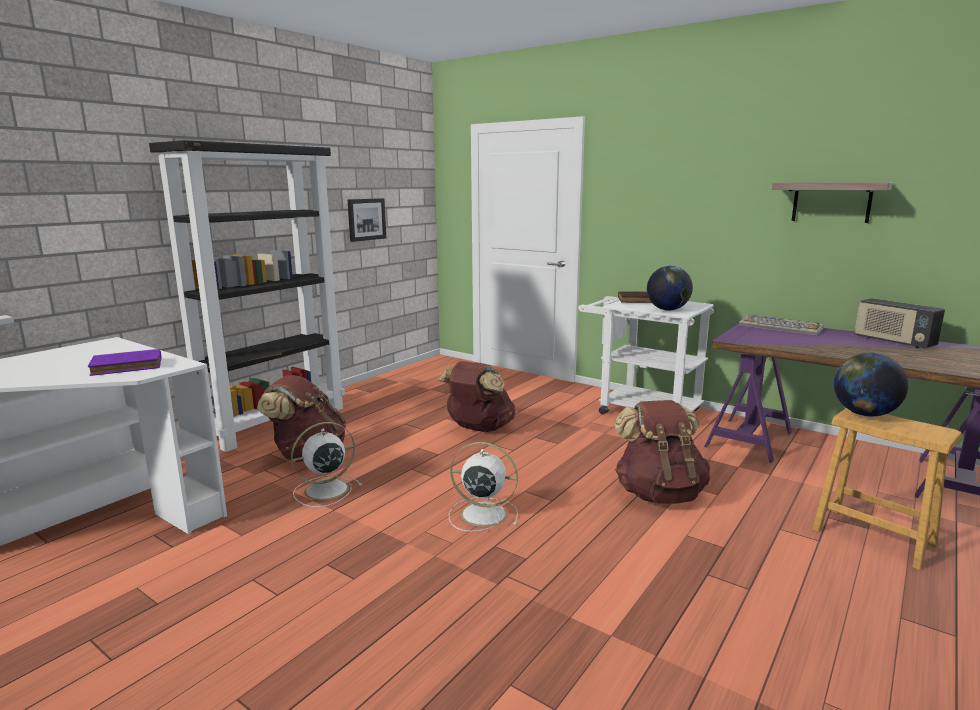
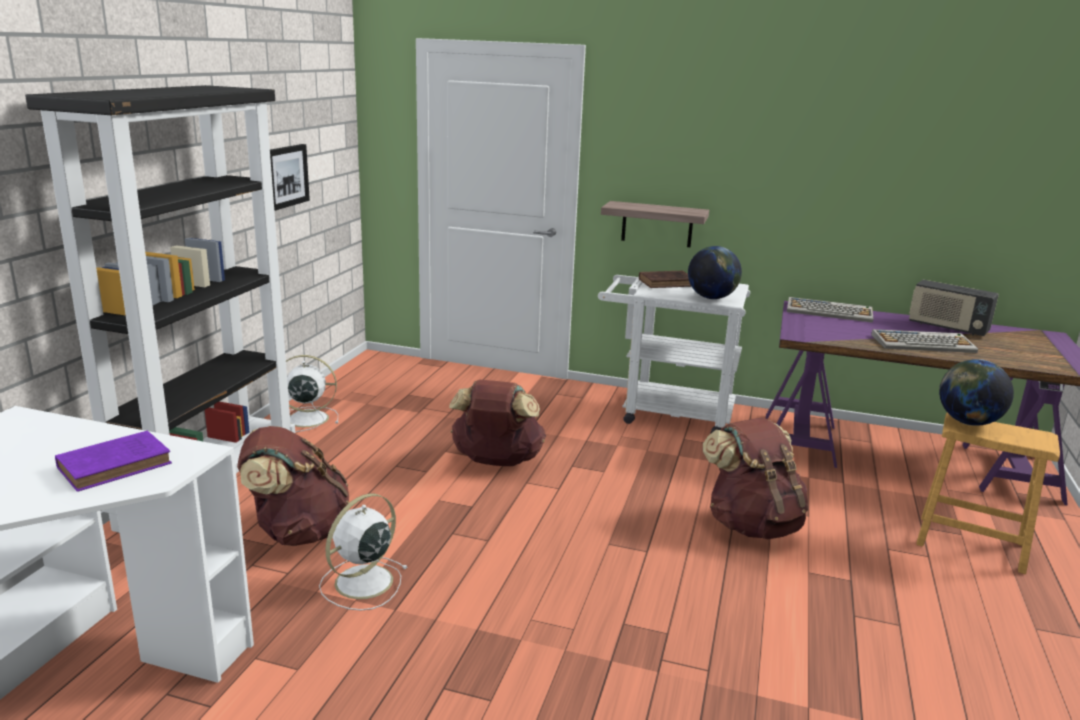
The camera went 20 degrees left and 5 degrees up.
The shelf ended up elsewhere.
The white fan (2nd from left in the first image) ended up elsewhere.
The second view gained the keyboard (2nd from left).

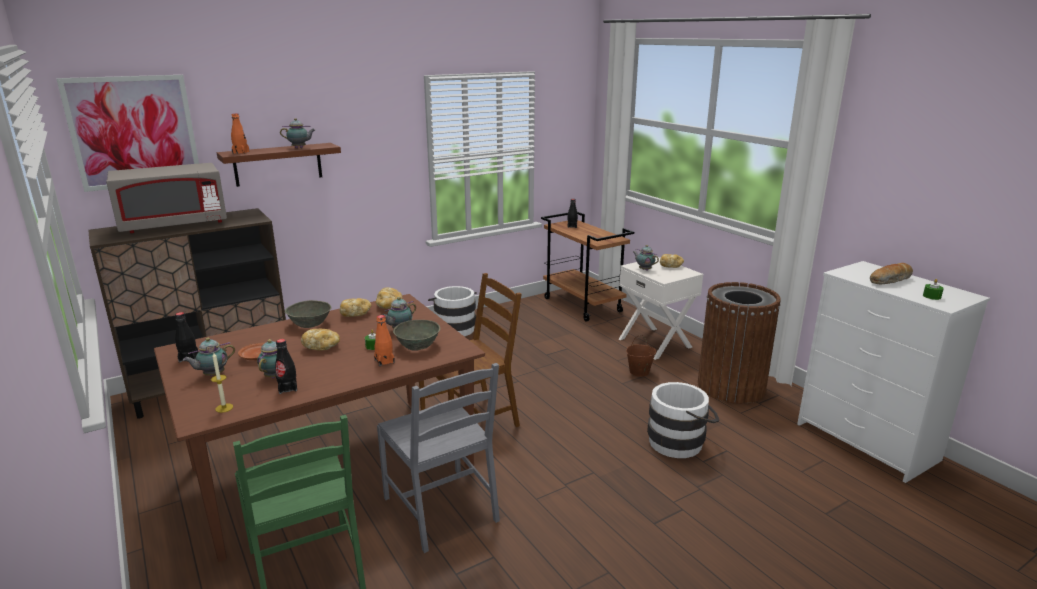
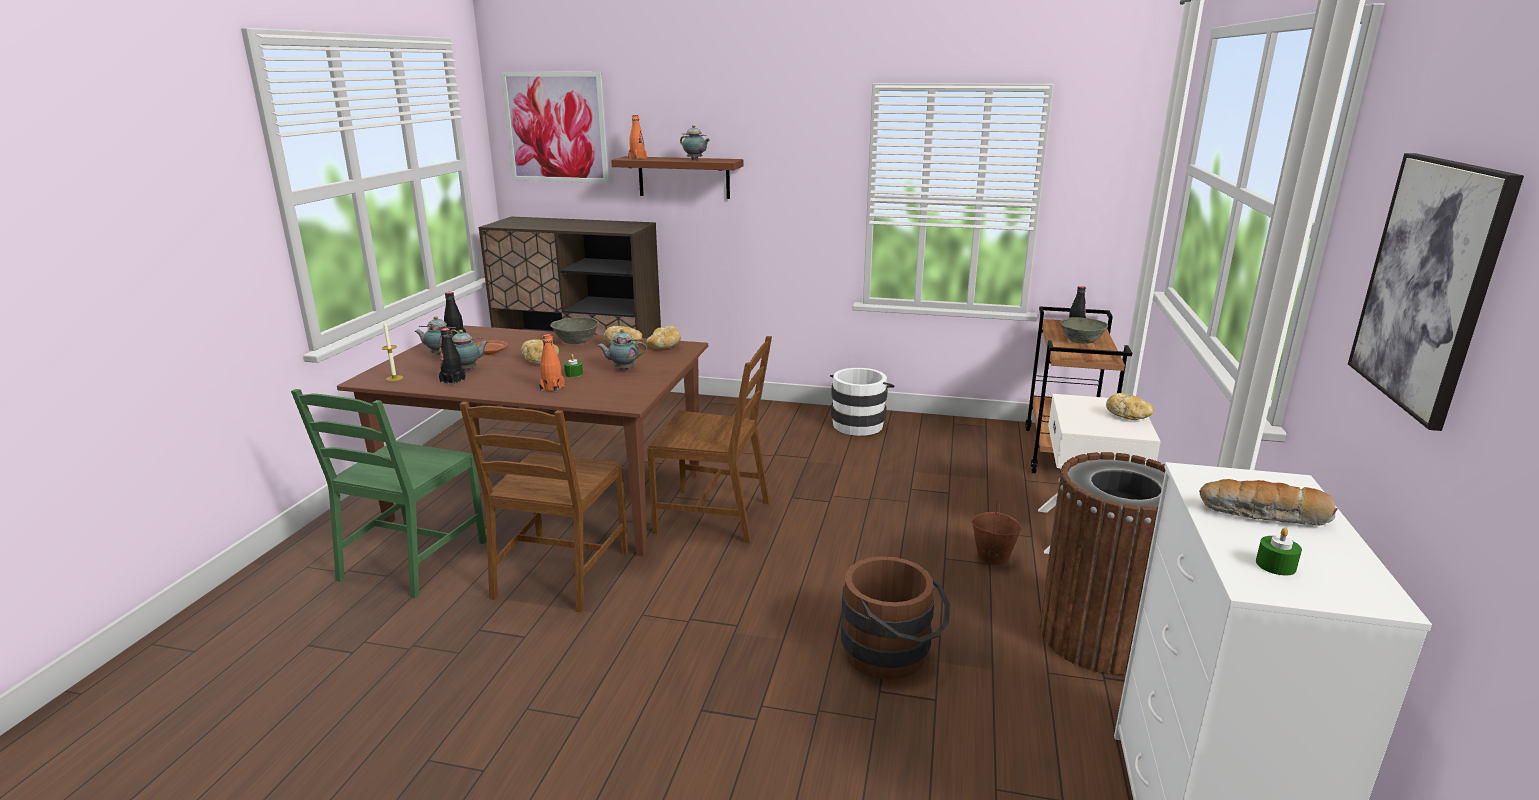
The camera went 45 degrees right and 0 degrees up.
The second view lost the grey microwave.
The second view lost the teapot (5th from left).
The grey bowl (2nd from left) ended up elsewhere.
What was the grey chair turned into the brown chair (1st from left).
What was the white bucket (2nd from left) turned into the brown bucket (1st from left).
The second view gained the picture (2nd from left).

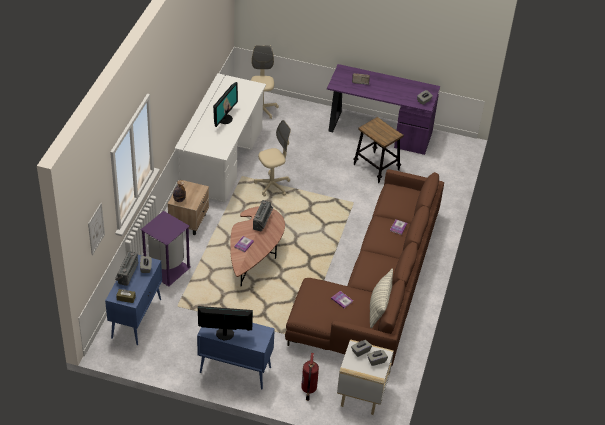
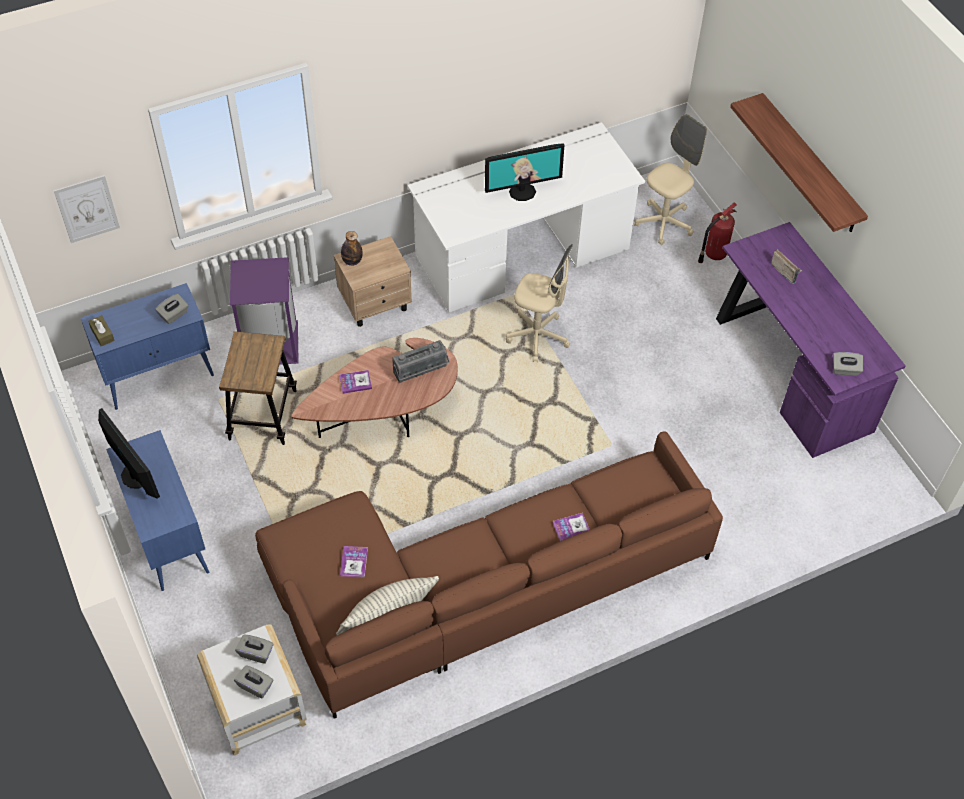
The camera went 50 degrees right and 10 degrees up.
The stool ended up elsewhere.
The second view lost the radio (1st from left).
The fire extinguisher ended up elsewhere.
The second view gained the shelf.

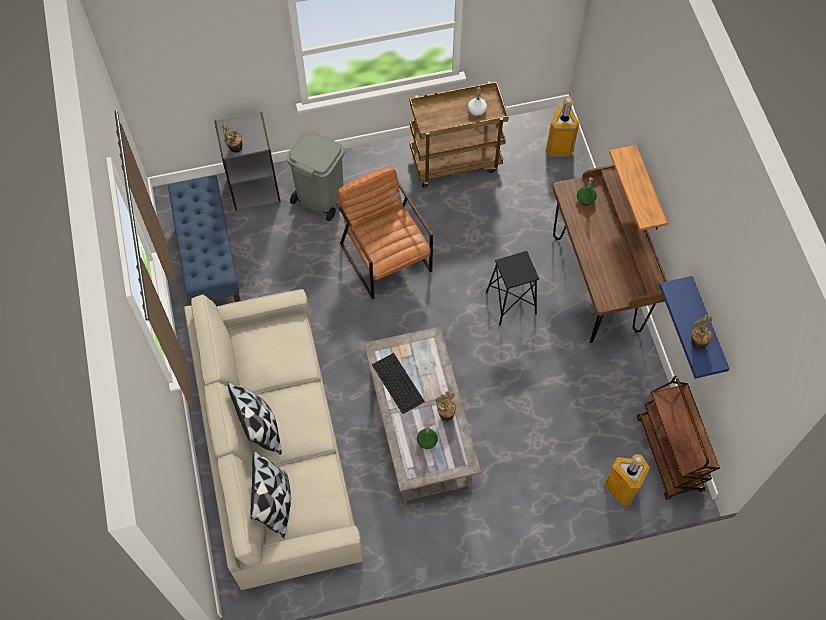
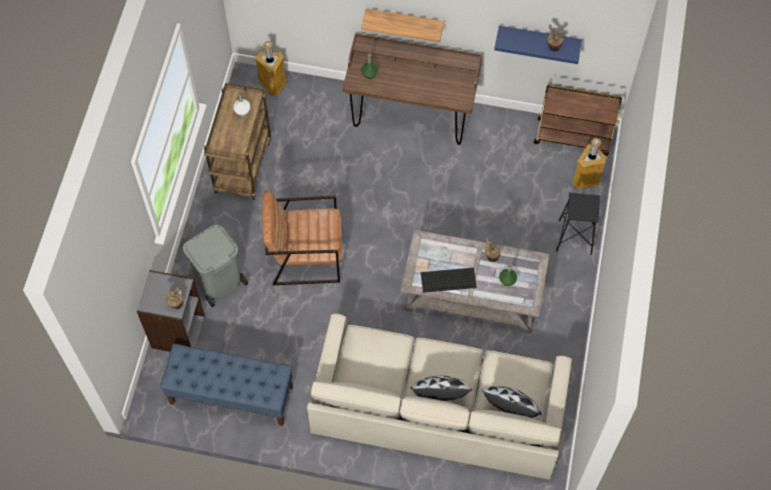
The camera went 65 degrees left and 0 degrees up.
The black stool ended up elsewhere.

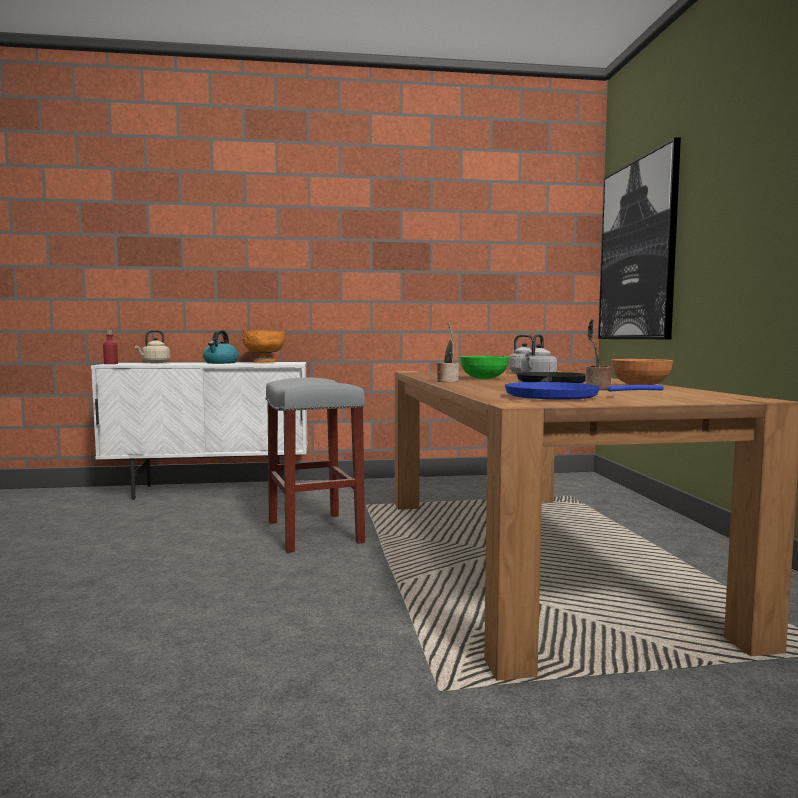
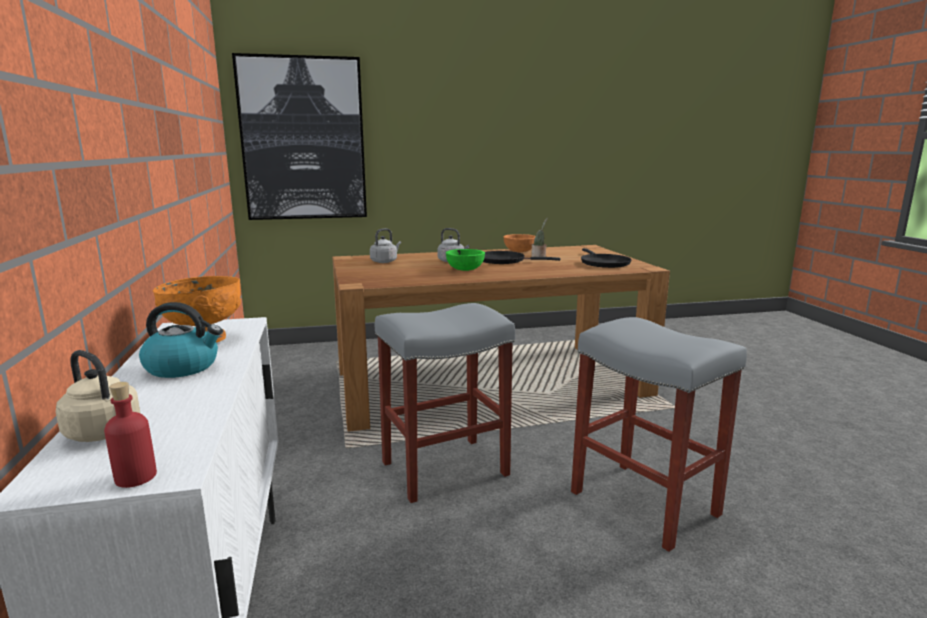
The camera went 95 degrees left and 10 degrees up.
The second view lost the potted plant (1st from left).
What was the blue frying pan turned into the black frying pan (2nd from left).
The second view gained the grey stool (2nd from left).

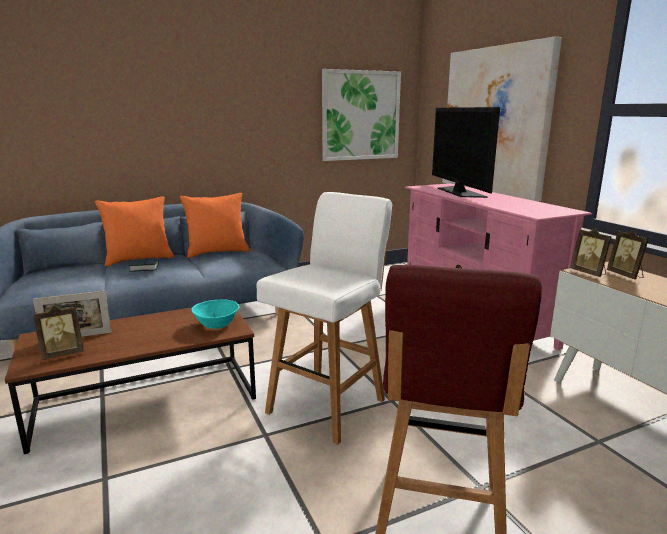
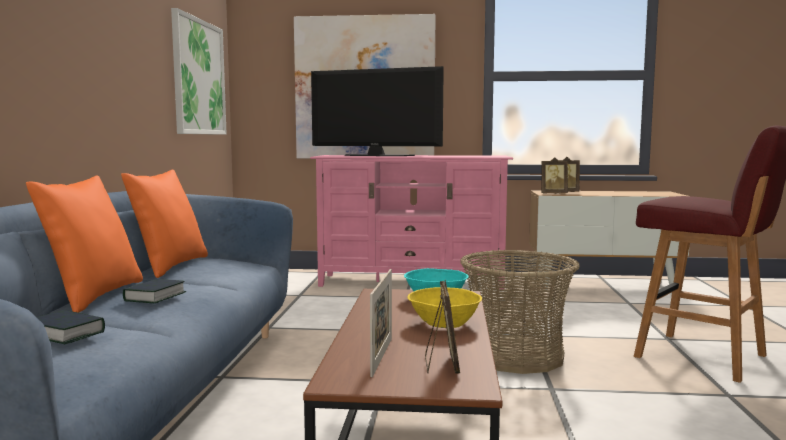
The camera went 60 degrees left and 10 degrees down.
Where the white stool stood, the basket came to stand.
The second view gained the yellow bowl.
The second view gained the book (1st from left).

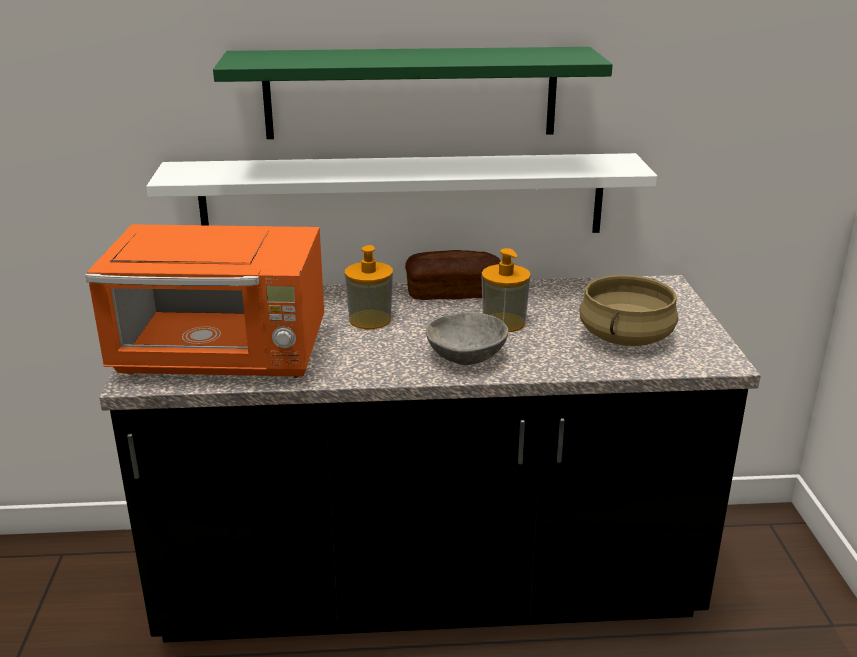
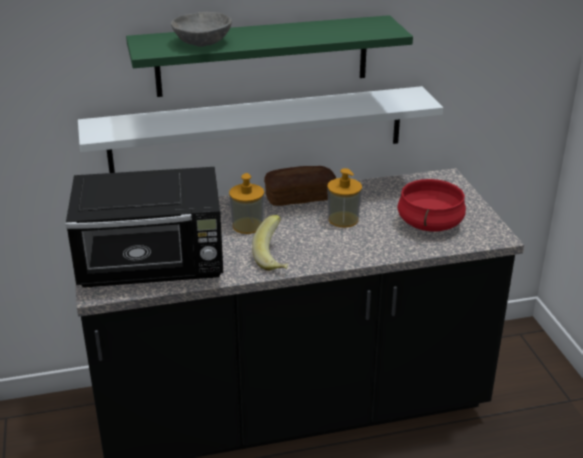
The camera went 10 degrees left and 5 degrees up.
What was the orange microwave turned into the black microwave.
What was the beige cooking pot turned into the red cooking pot.
The grey bowl ended up elsewhere.
The second view gained the banana.

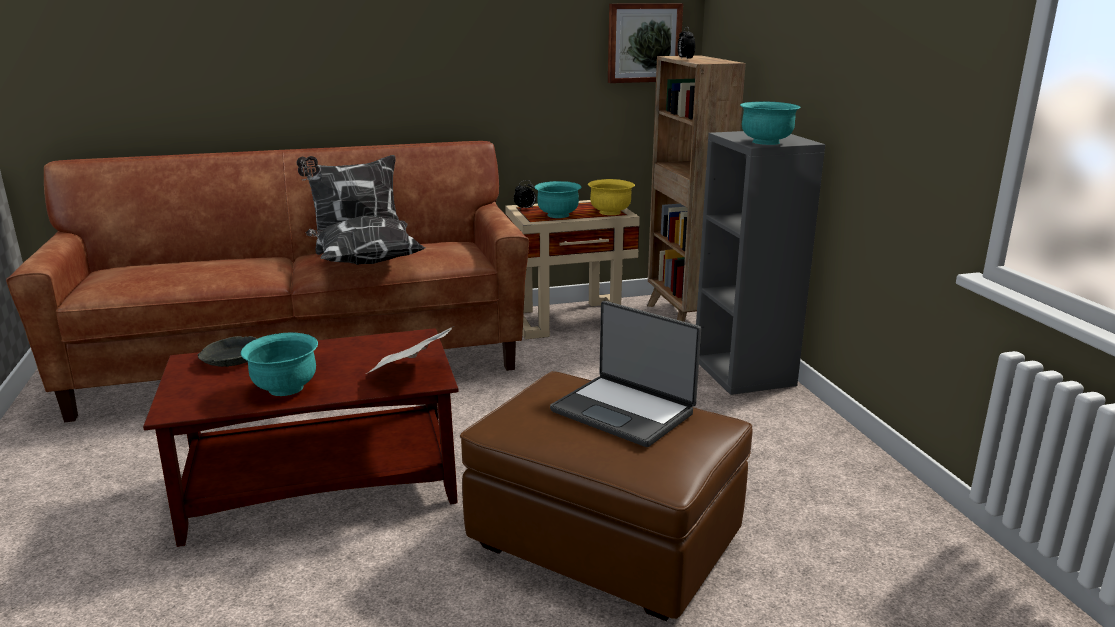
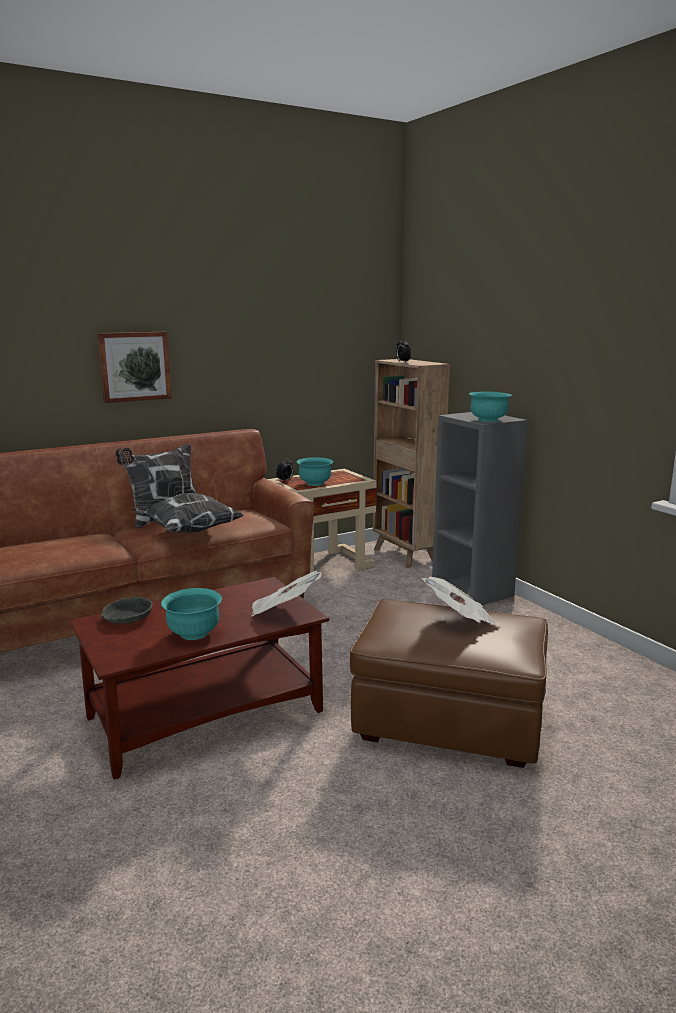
The camera went 15 degrees left and 5 degrees down.
The picture ended up elsewhere.
The second view lost the yellow bowl.
Where the laptop stood, the newspaper (2nd from left) came to stand.

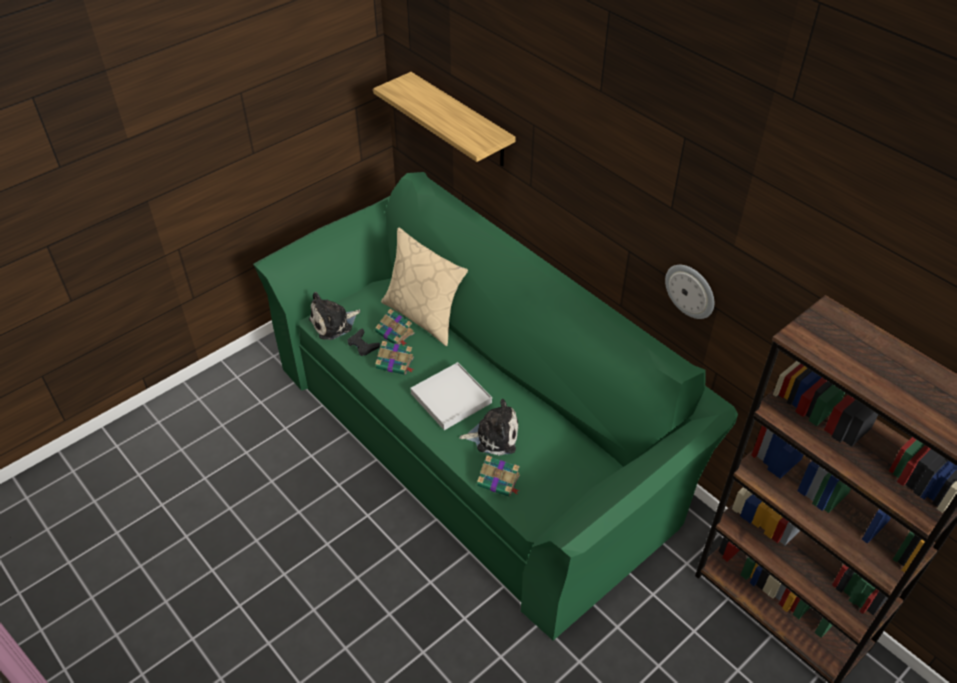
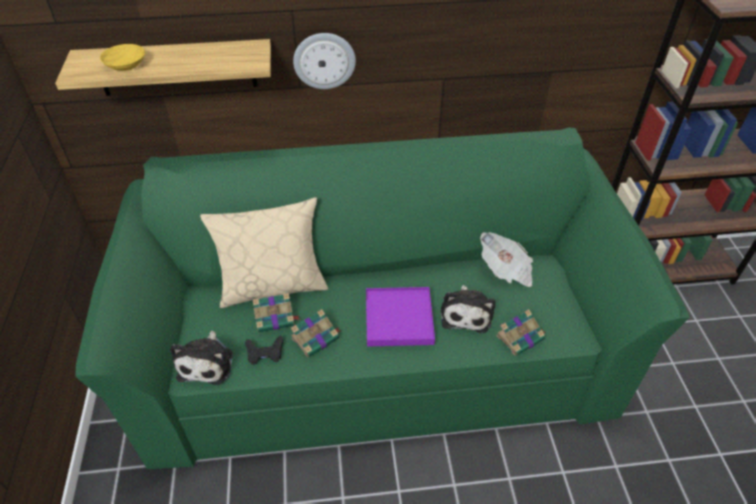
The camera went 55 degrees left and 0 degrees up.
The wall clock ended up elsewhere.
What was the white tray turned into the purple tray.
The plush toy (2nd from left) ended up facing another way, 150 degrees clockwise from before.
The second view gained the yellow bowl.
The second view gained the newspaper.

